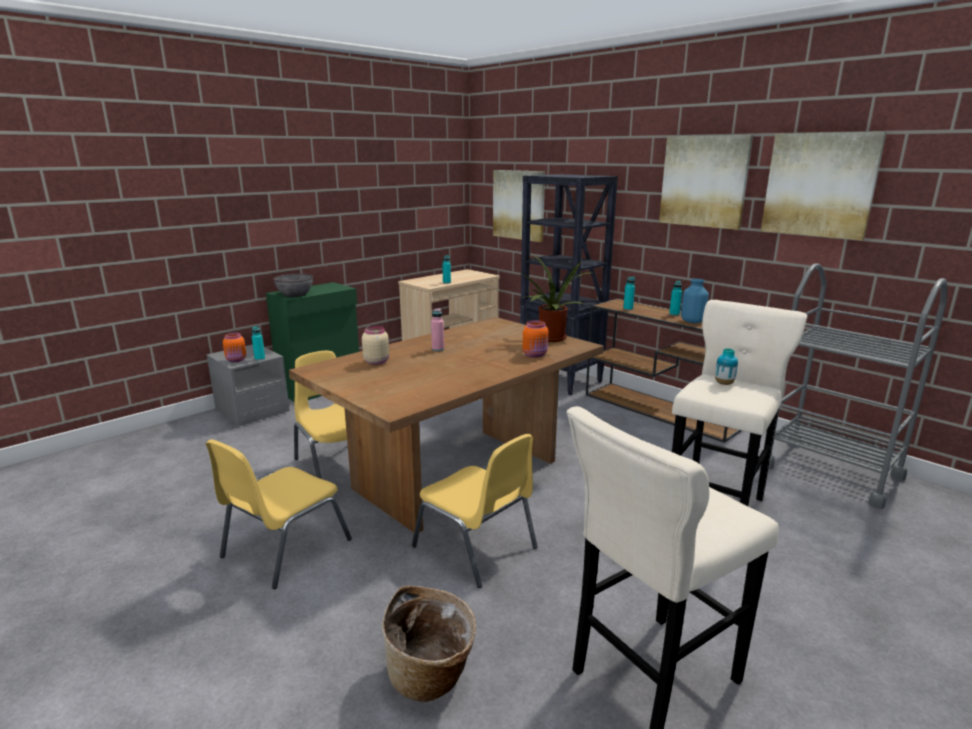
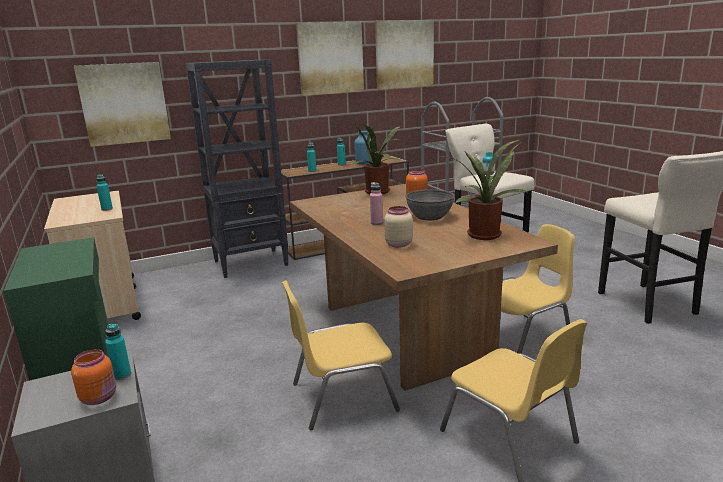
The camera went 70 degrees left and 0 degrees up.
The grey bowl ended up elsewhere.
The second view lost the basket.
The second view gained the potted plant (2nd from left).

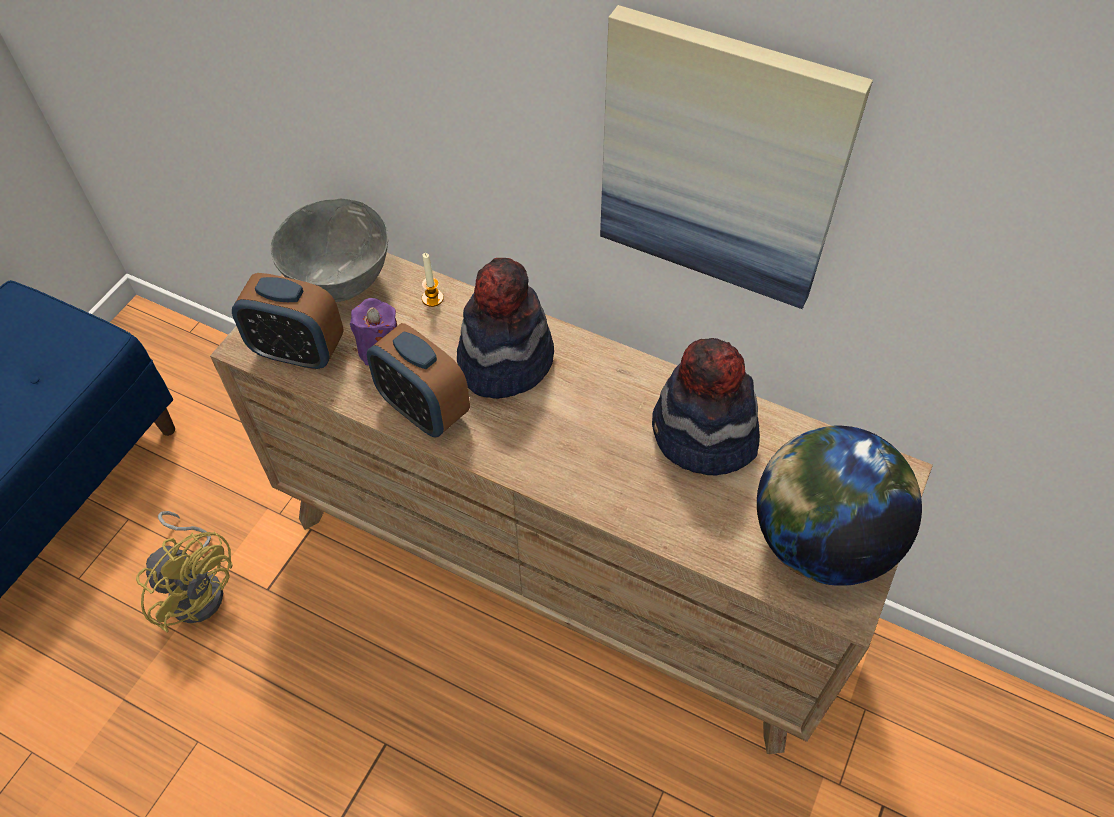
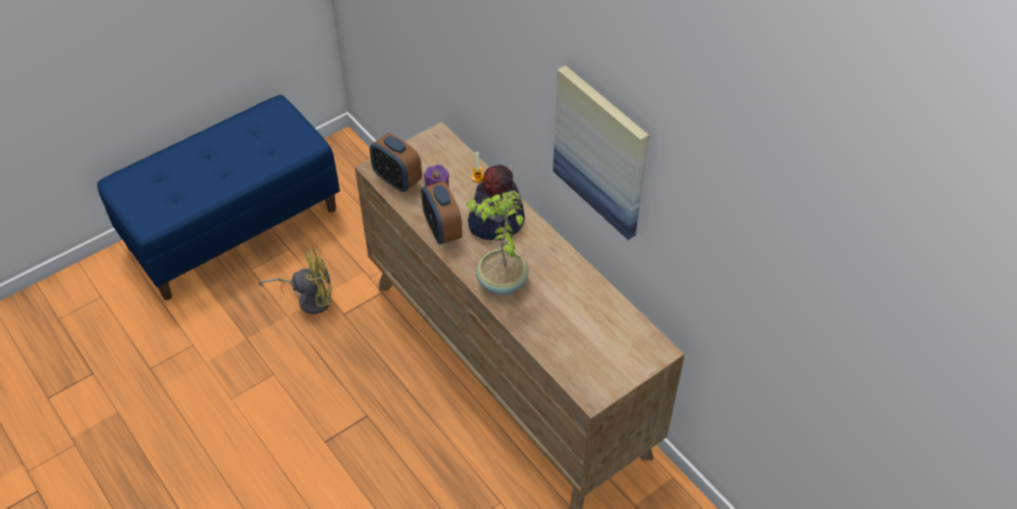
The camera went 25 degrees right and 5 degrees down.
The second view lost the grey bowl.
The second view lost the hat (2nd from left).
The second view lost the globe.
The yellow fan ended up facing another way, 75 degrees counterclockwise from before.
The second view gained the potted plant.

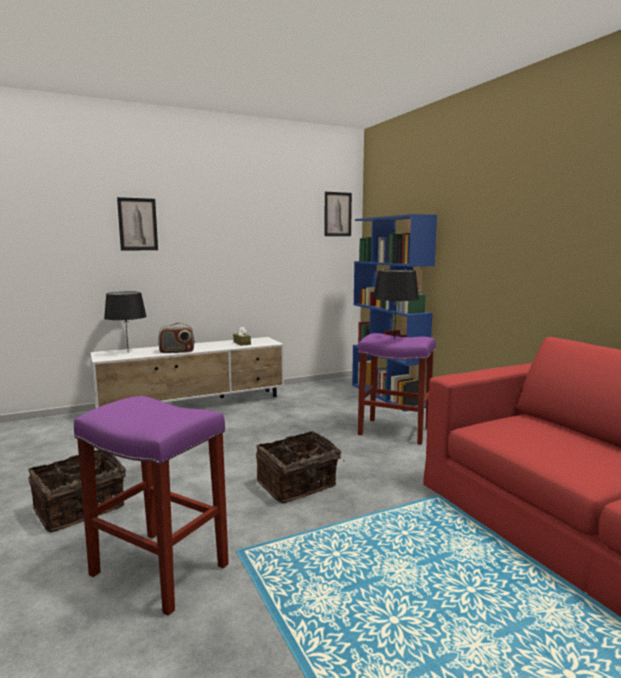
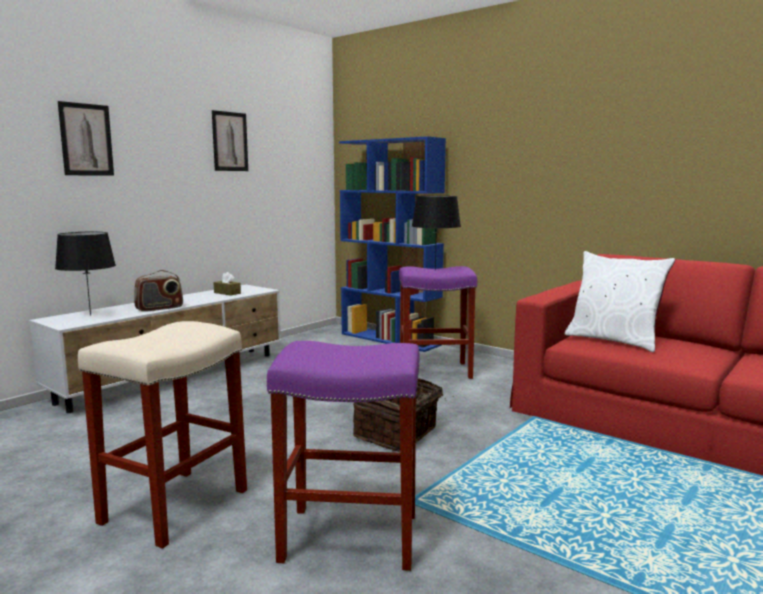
The camera went 25 degrees left and 0 degrees up.
The picture (2nd from left) ended up elsewhere.
Where the basket (1st from left) stood, the beige stool came to stand.
The second view gained the white pillow.

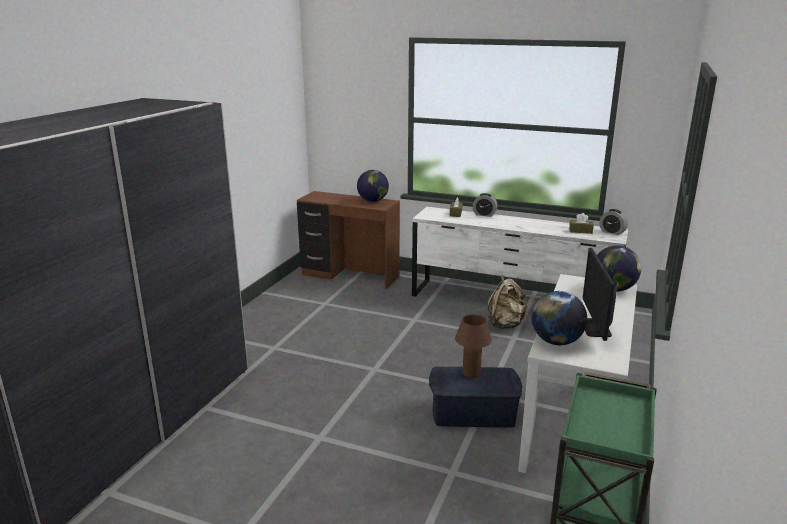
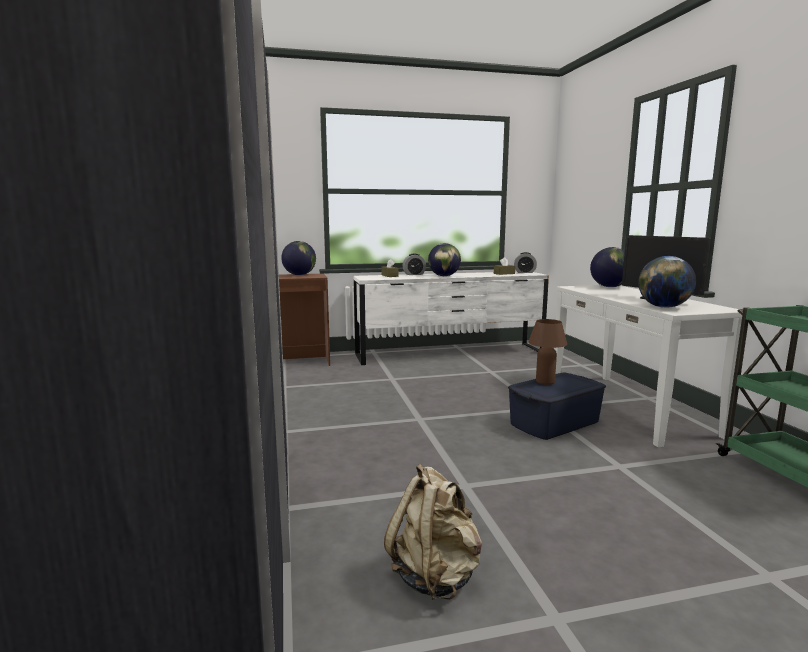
The camera went 35 degrees left and 10 degrees down.
The beige backpack ended up elsewhere.
The second view gained the globe (2nd from left).

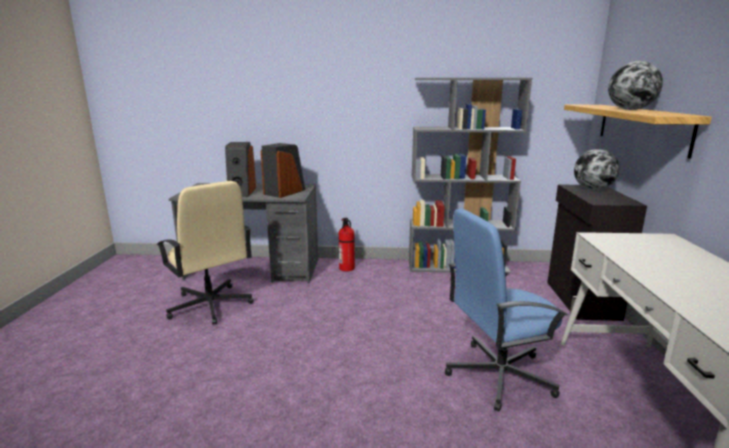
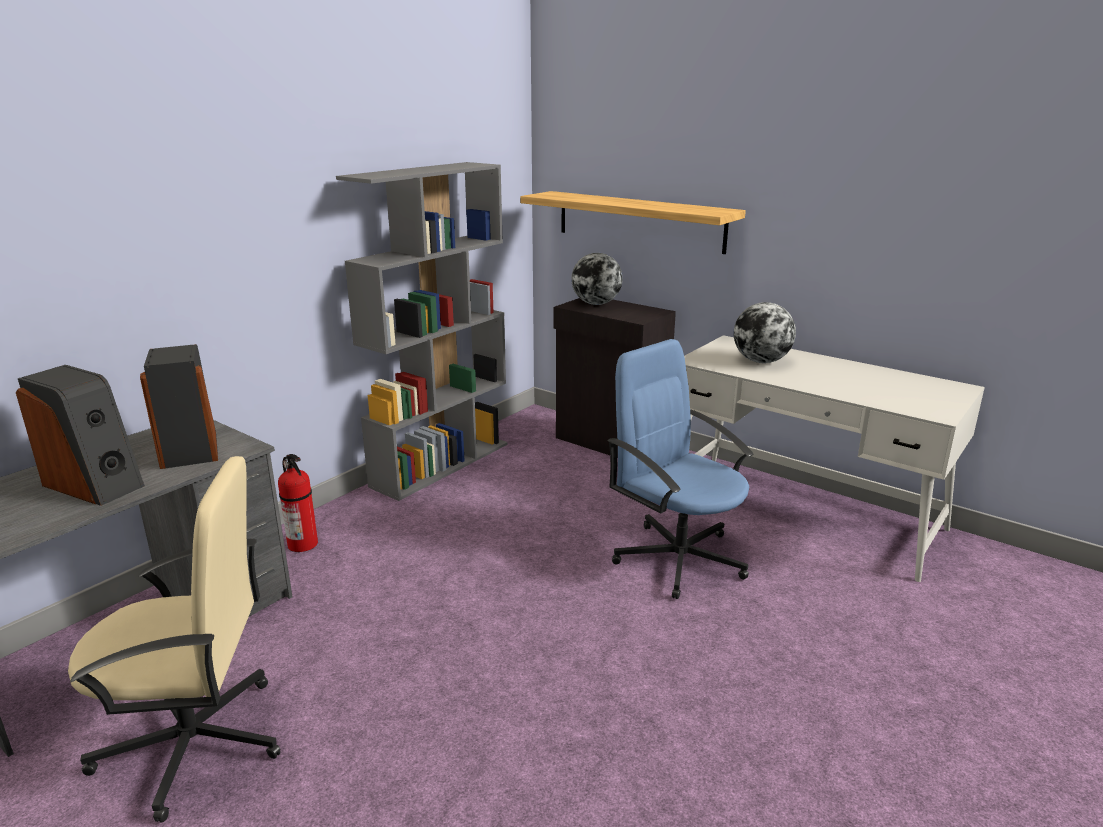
The camera went 55 degrees left and 5 degrees up.
The globe (2nd from left) ended up elsewhere.
The blue office chair ended up facing another way, 120 degrees clockwise from before.

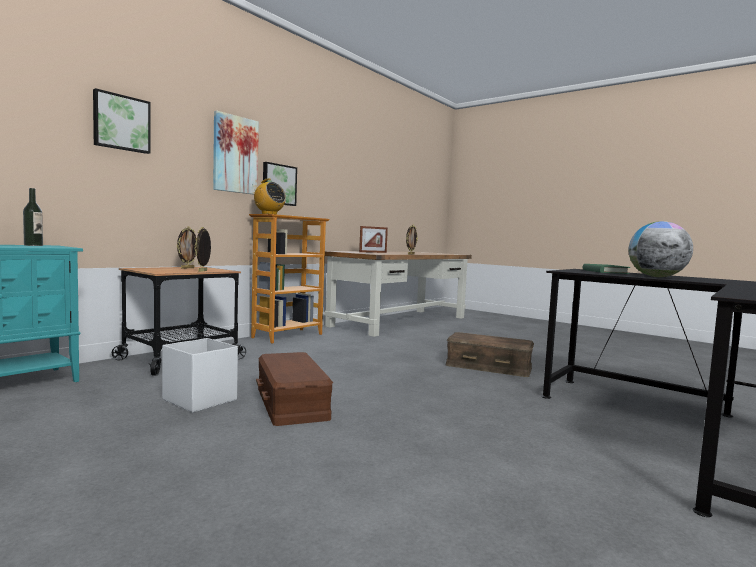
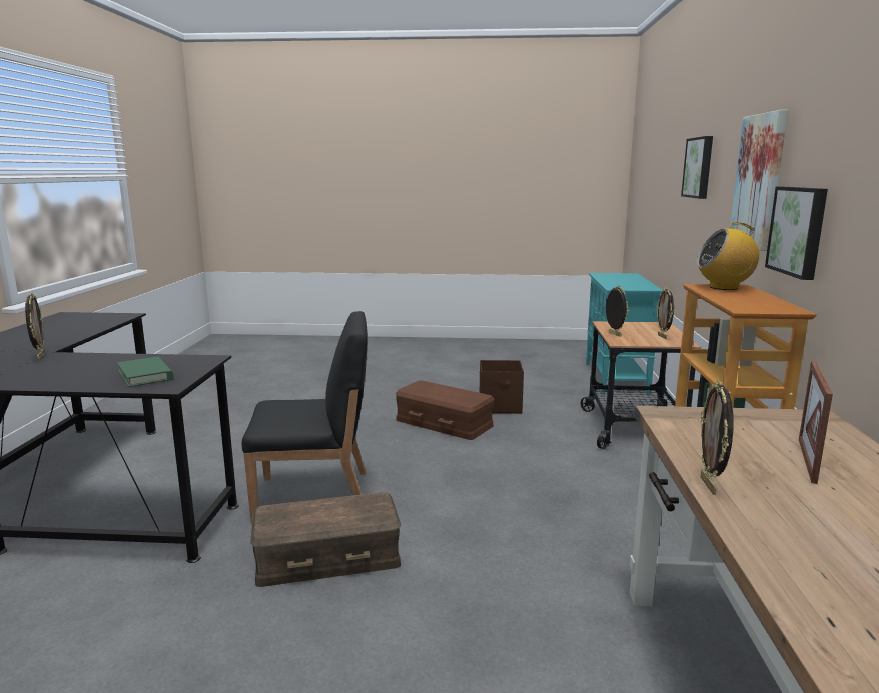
The camera went 145 degrees right and 10 degrees up.
The second view lost the bottle.
The second view lost the globe.
What was the white storage box turned into the brown storage box (3rd from left).
The second view gained the picture frame (1st from left).
The second view gained the black chair.

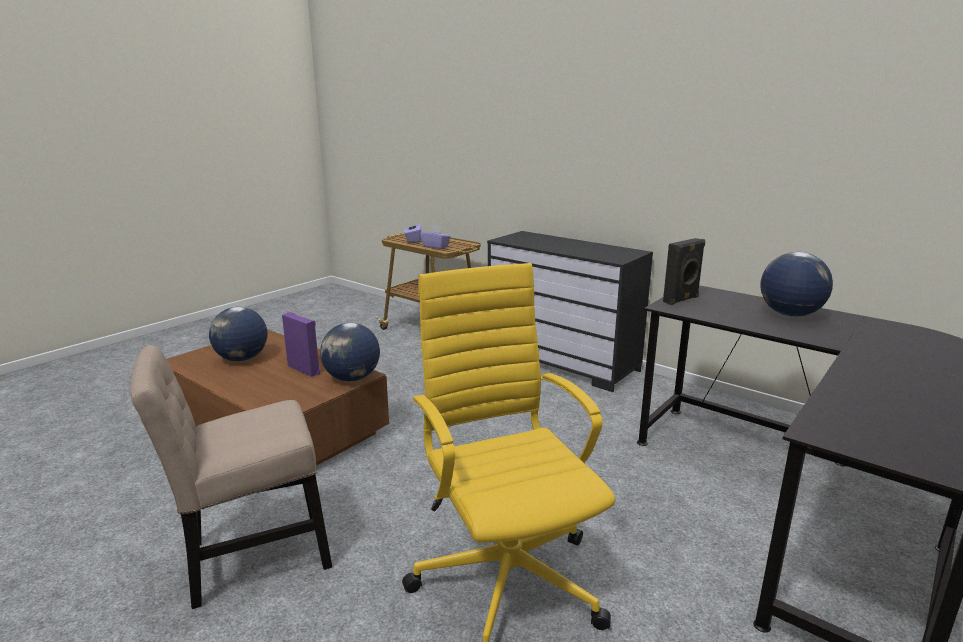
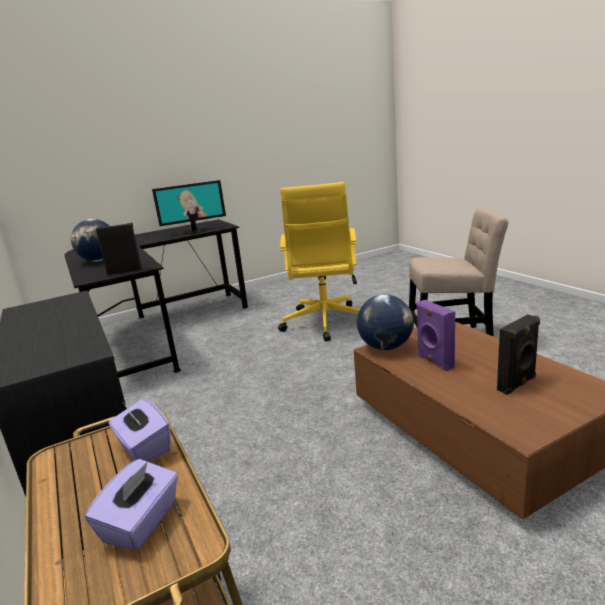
The camera went 155 degrees left and 0 degrees up.
Where the globe (1st from left) stood, the black speaker (2nd from left) came to stand.
The second view gained the monitor.

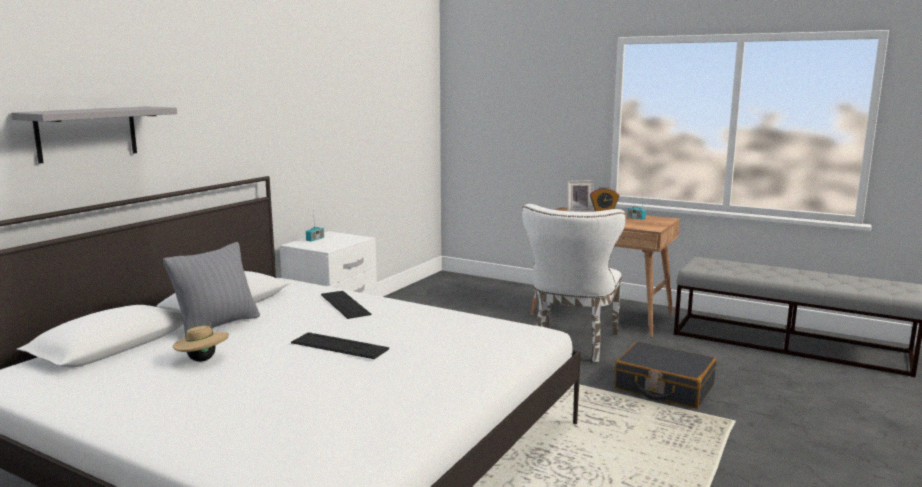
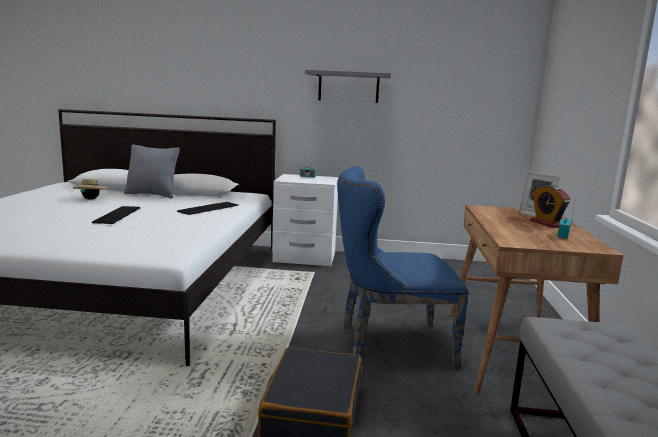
The camera went 65 degrees right and 0 degrees up.
The grey shelf ended up elsewhere.
What was the white chair turned into the blue chair.

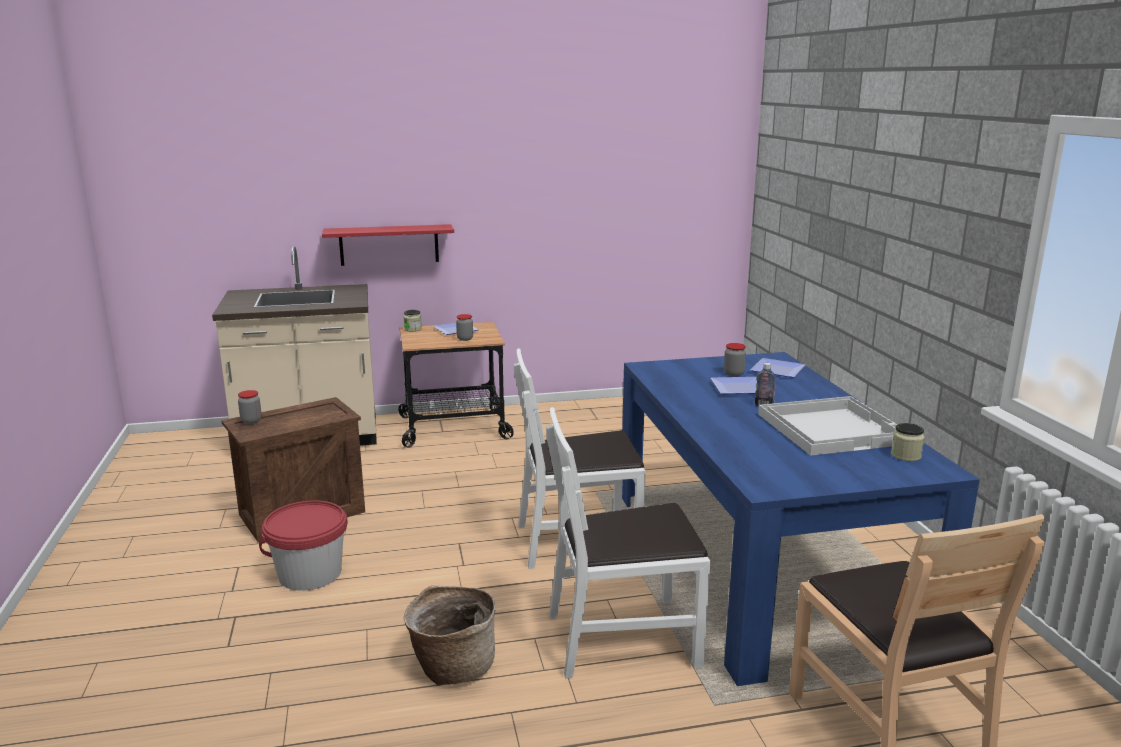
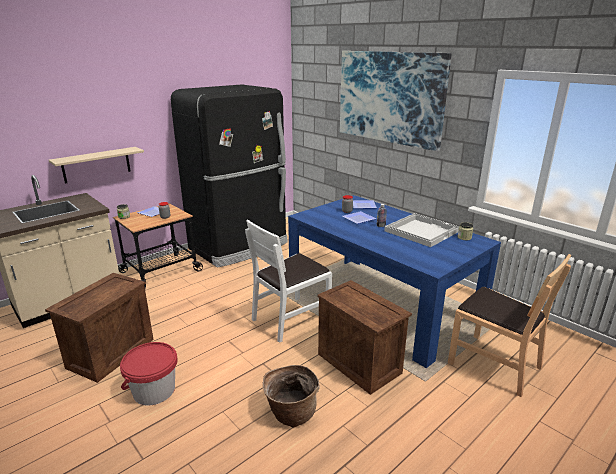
The camera went 30 degrees left and 5 degrees up.
What was the red shelf turned into the beige shelf.
The second view lost the jar (1st from left).
Where the white chair (2nd from left) stood, the crate (2nd from left) came to stand.
The second view gained the picture.
The second view gained the black fridge.

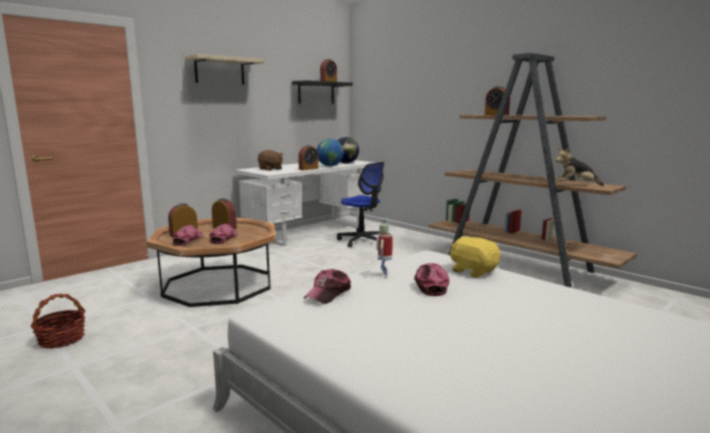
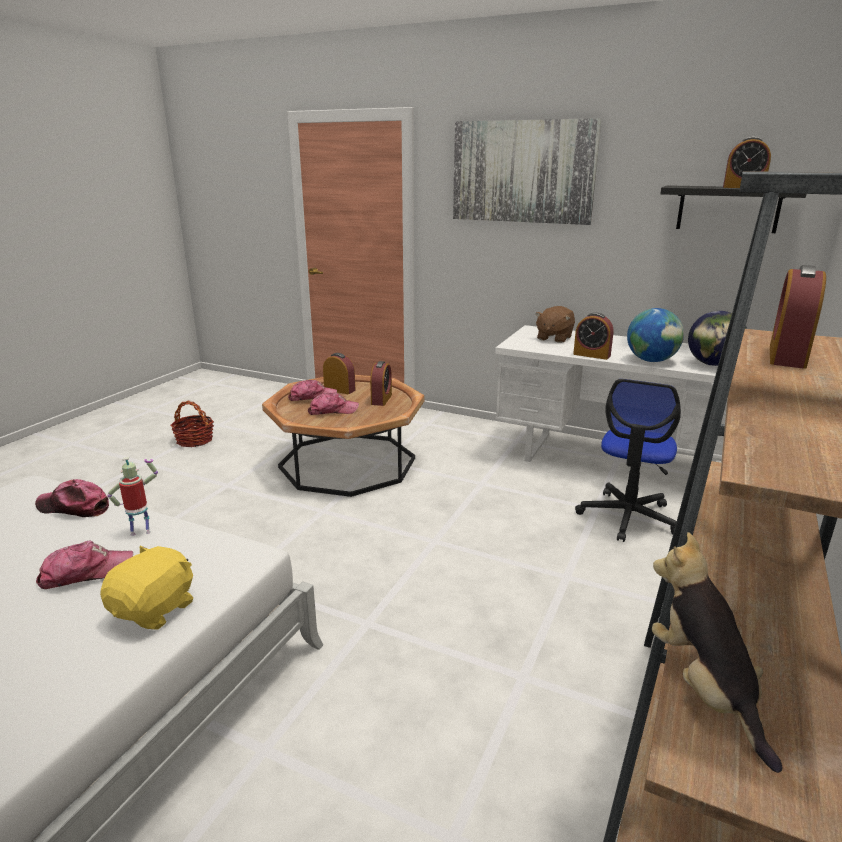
The camera went 70 degrees right and 10 degrees up.
Where the beige shelf hung, the picture came to hang.

